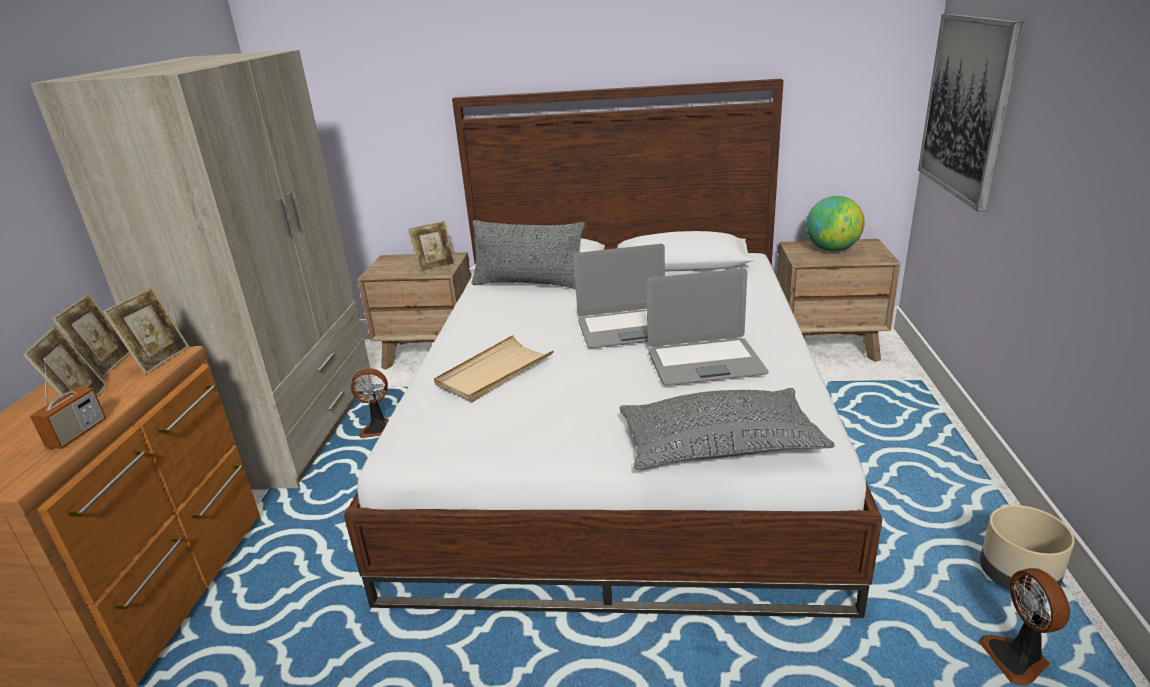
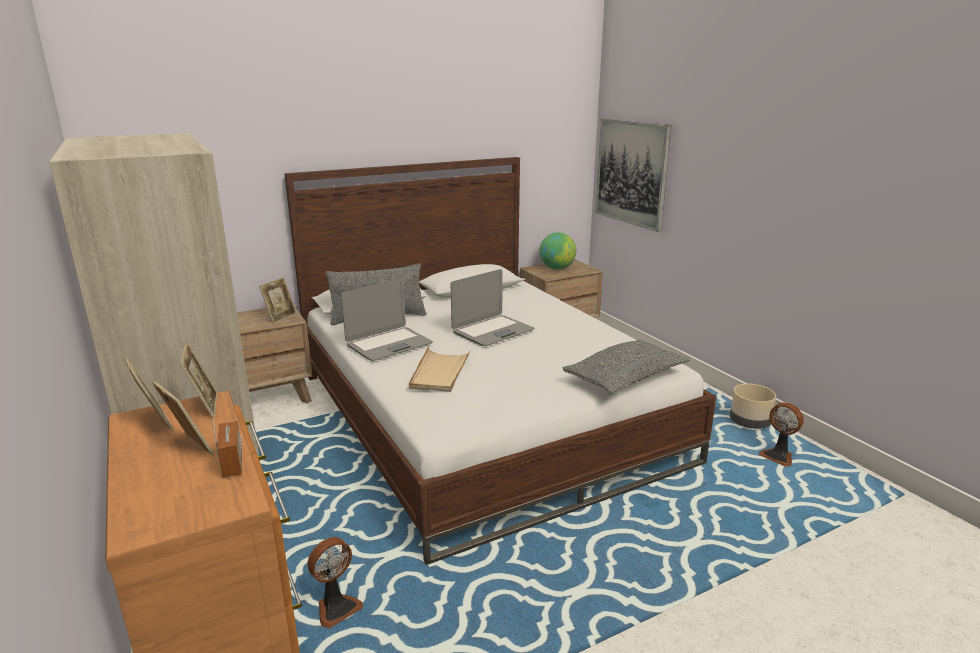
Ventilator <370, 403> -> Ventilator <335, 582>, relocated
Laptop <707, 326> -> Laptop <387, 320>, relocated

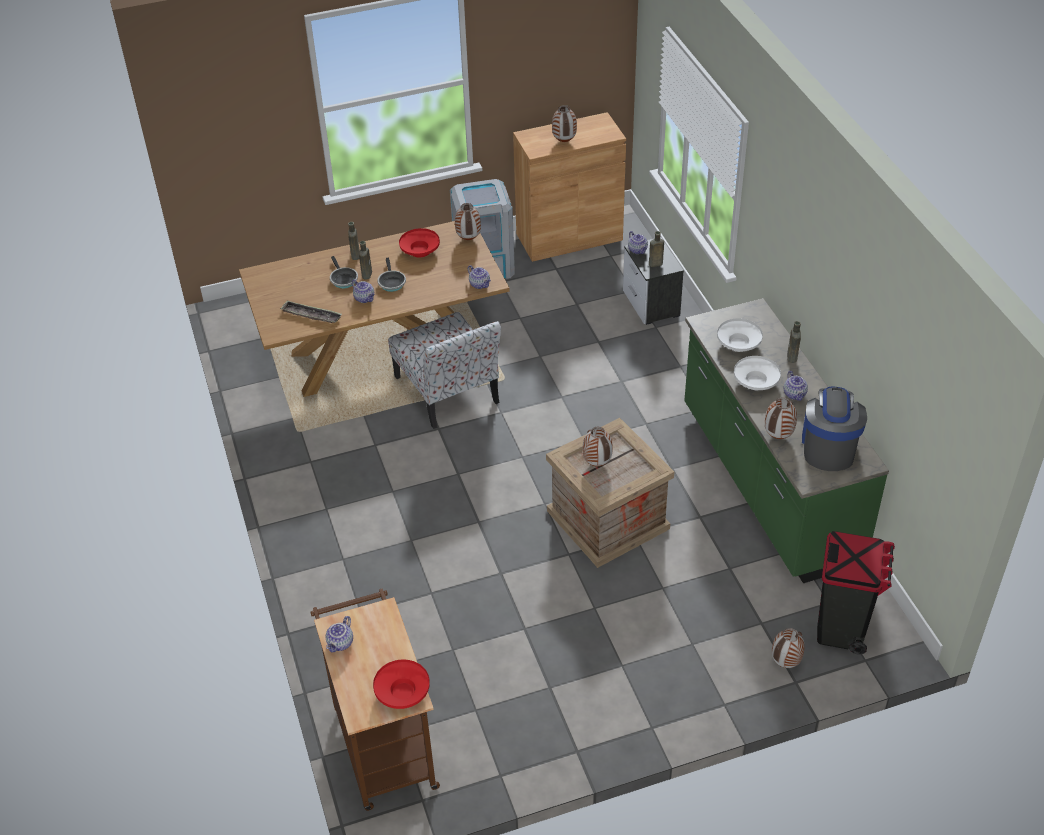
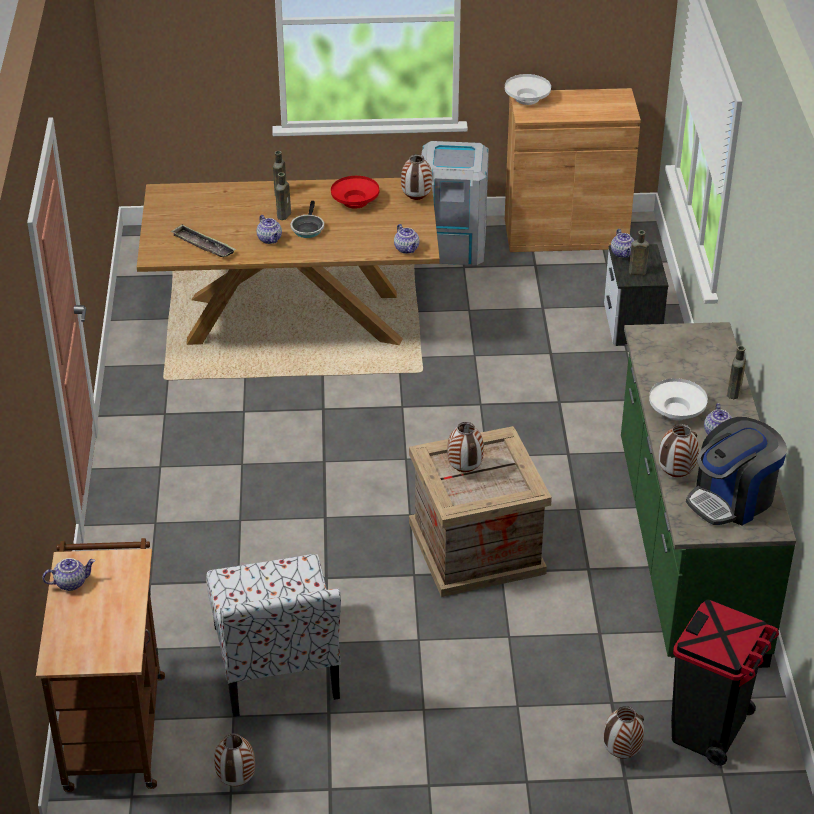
Pfanne <344, 272> -> none
Schüssel/rot <401, 684> -> none
Stuhl <444, 370> -> Stuhl <273, 635>, relocated
Vase <564, 123> -> Vase <234, 759>, relocated
Schüssel/weiß <740, 335> -> Schüssel/weiß <528, 89>, relocated
Teekanne <339, 634> -> Teekanne <68, 574>, 150 degrees counterclockwise
Kaffeemaschine <834, 429> -> Kaffeemaschine <736, 471>, 150 degrees counterclockwise

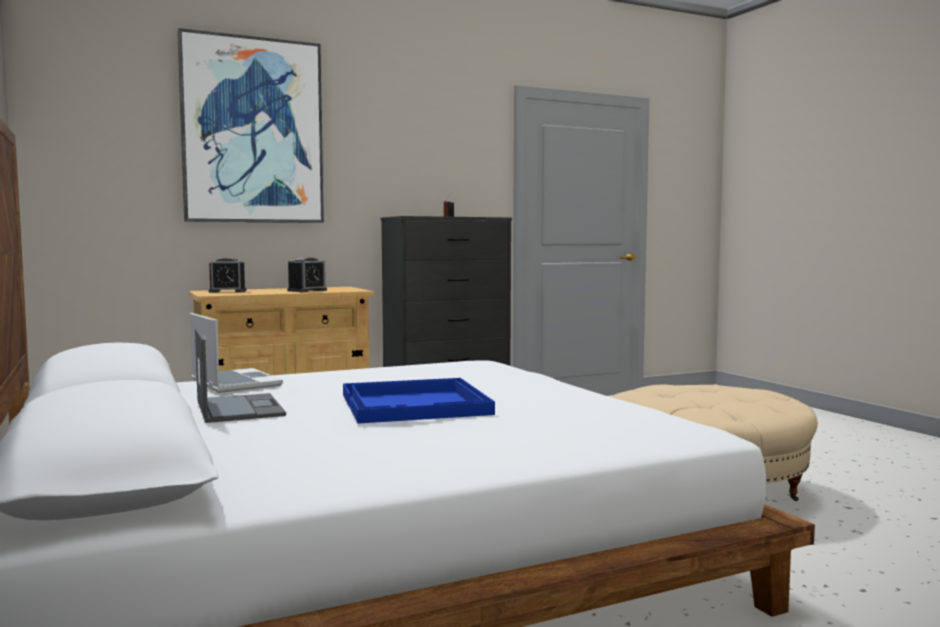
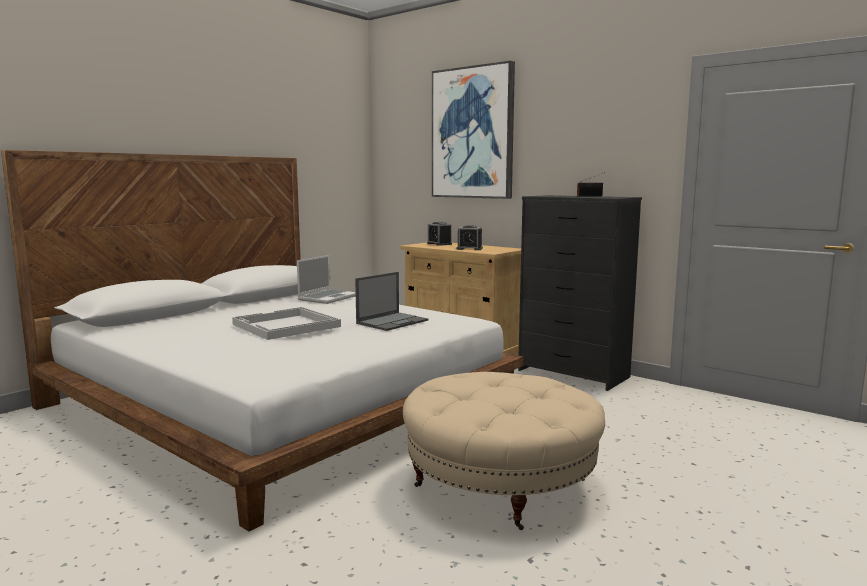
Laptop <240, 375> -> Laptop <391, 301>, relocated
Tablett/blau <419, 401> -> Tablett/weiß <286, 323>

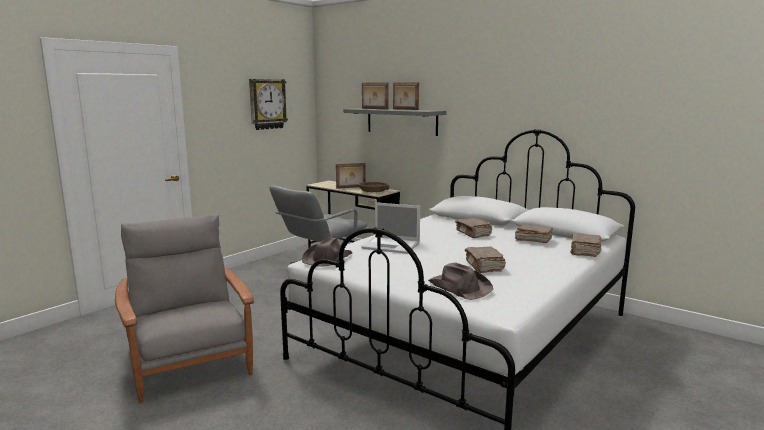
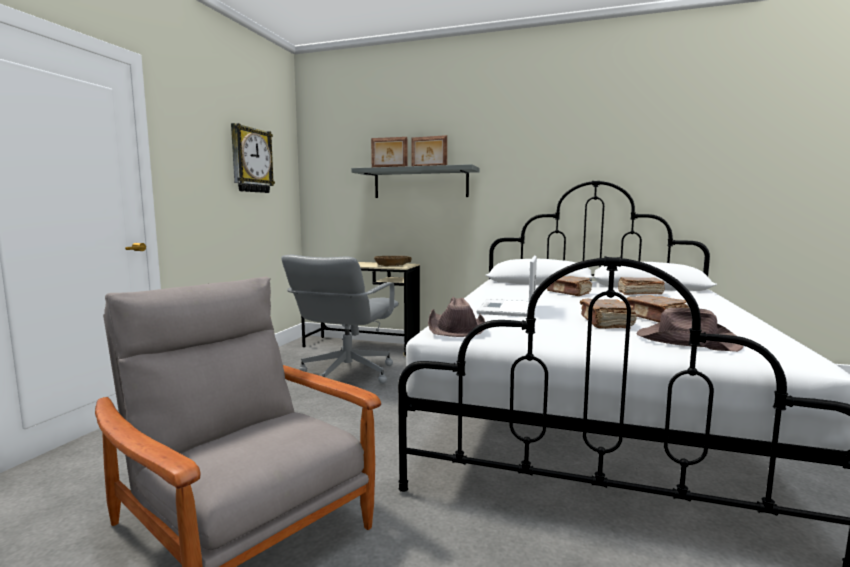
Bilderrahmen <351, 176> -> none
Buch/braun <586, 245> -> Buch/braun <608, 314>, relocated
Laptop <390, 228> -> Laptop <507, 286>, 105 degrees clockwise

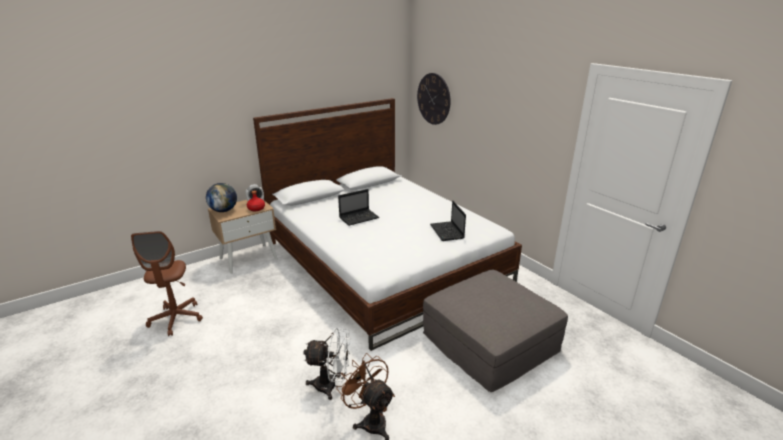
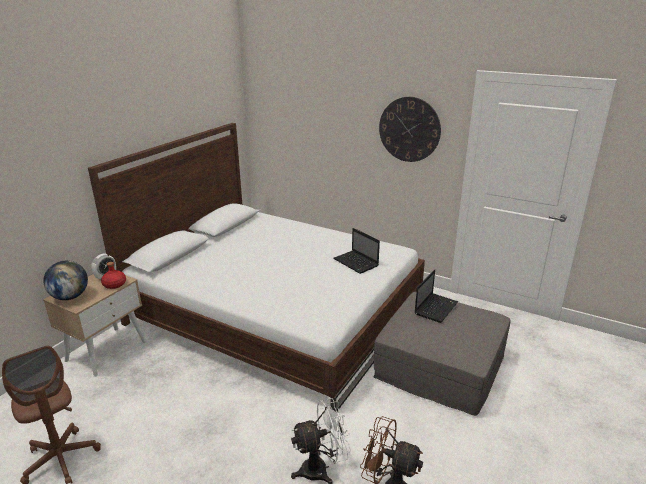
Laptop <358, 207> -> Laptop <436, 296>, relocated
Wanduhr <433, 99> -> Wanduhr <410, 129>, relocated

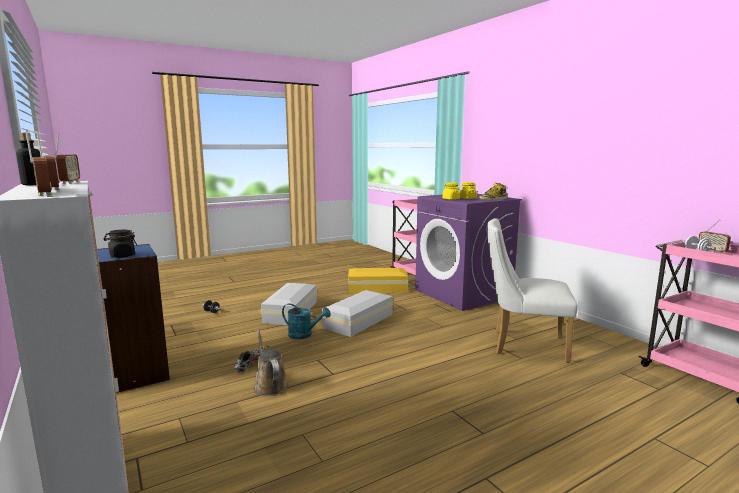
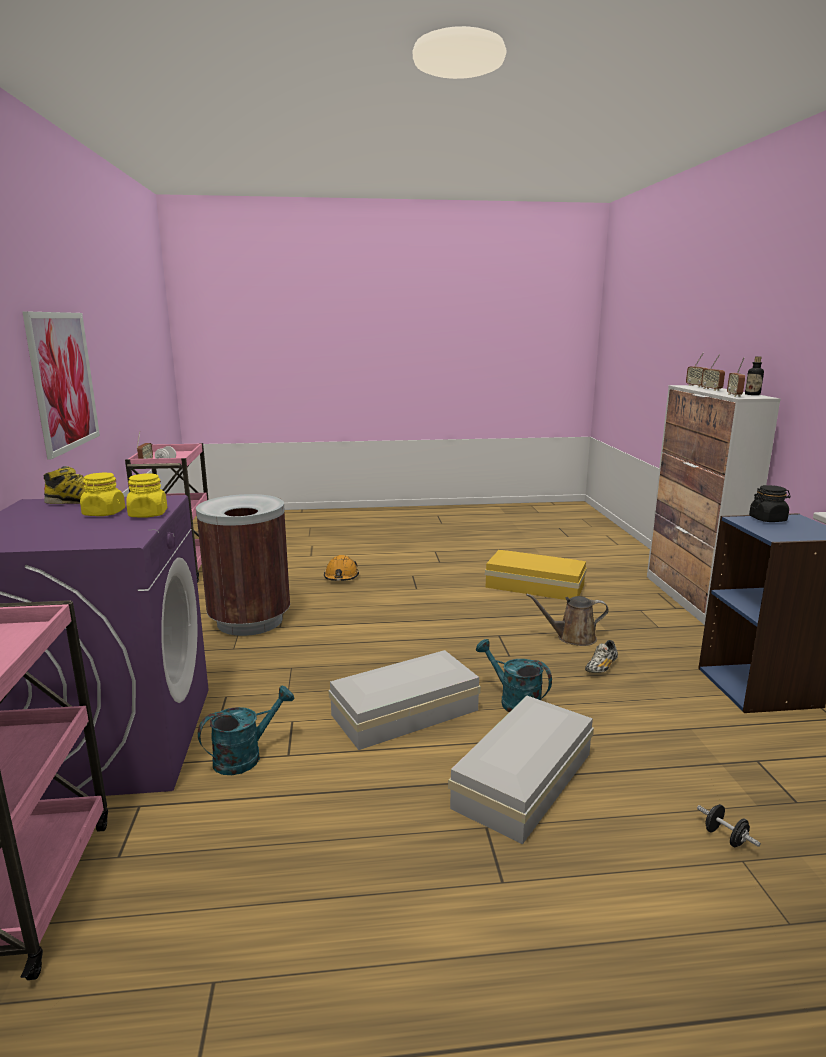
none -> Bild <61, 385>
none -> Gießkanne/türkis <246, 730>
none -> Schutzhelm/orange <341, 568>
Aufbewahrungsbox/gelb <378, 280> -> Aufbewahrungsbox/gelb <536, 575>, relocated
Stuhl/weiß <532, 290> -> Mülleimer/braun <243, 565>
Gießkanne/braun <271, 362> -> Gießkanne/braun <567, 620>, 90 degrees clockwise

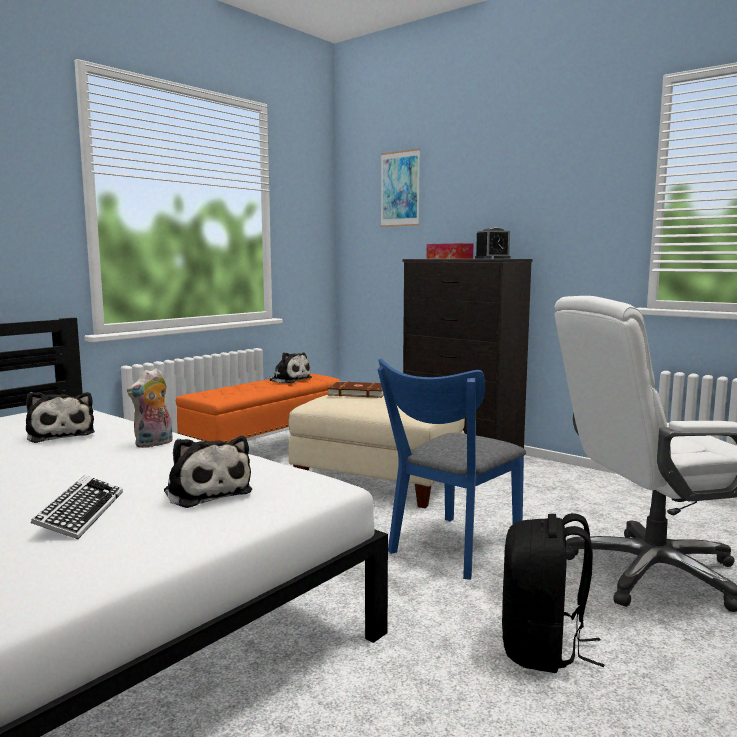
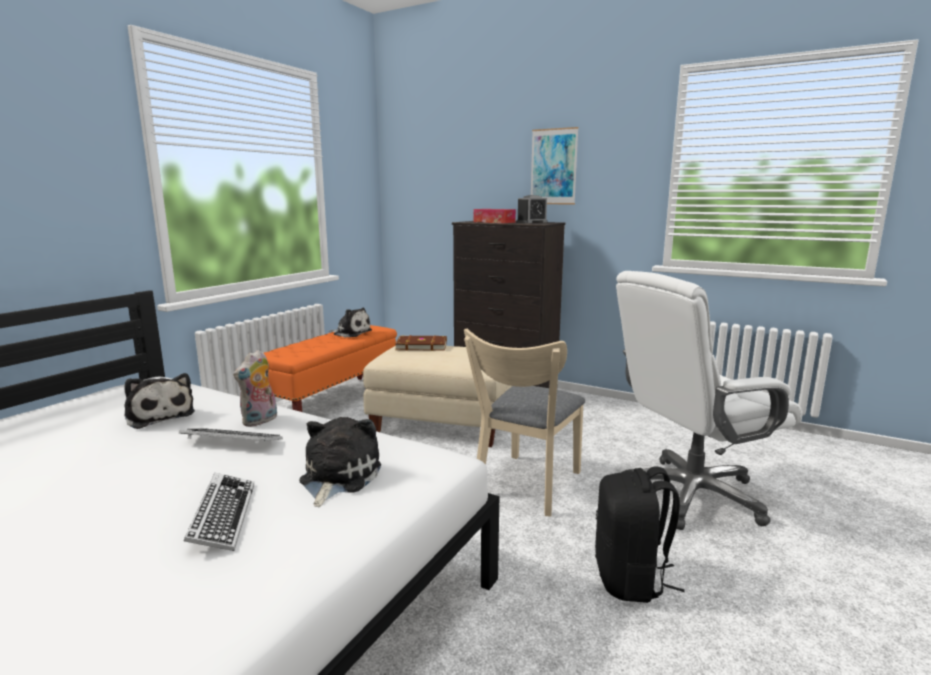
none -> Tastatur <231, 436>
Bild <400, 188> -> Bild <555, 165>, relocated
Stuhl/blau <451, 469> -> Stuhl/beige <524, 422>
Plüschtier <208, 472> -> Plüschtier <340, 462>, 120 degrees counterclockwise

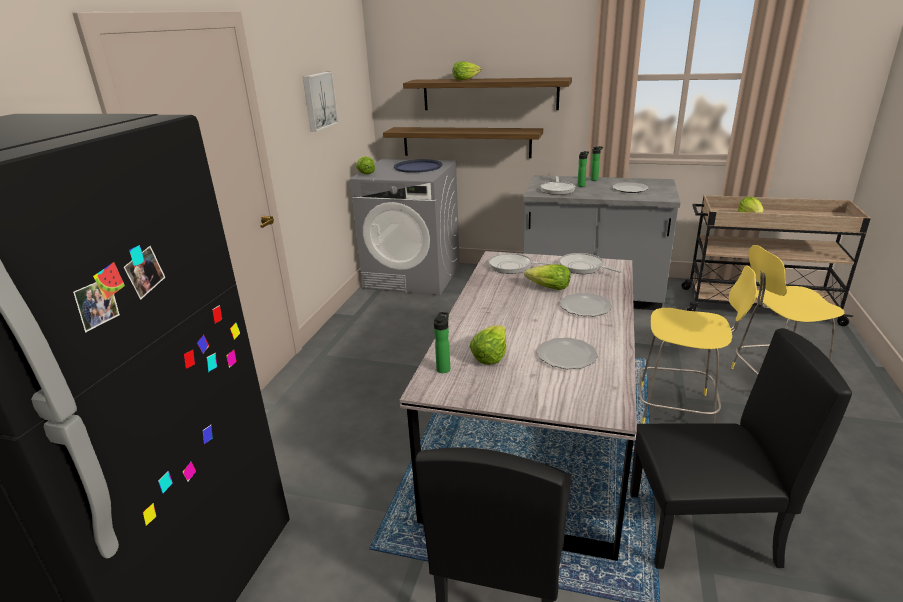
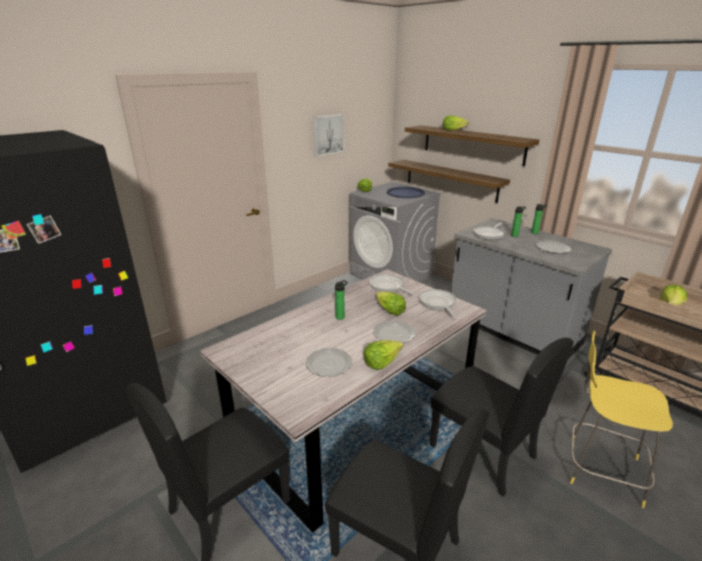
Flasche <442, 342> -> Flasche <341, 300>, relocated
Salatkopf <487, 345> -> Salatkopf <383, 355>, relocated
Hocker/gelb <698, 344> -> Stuhl/schwarz <502, 417>

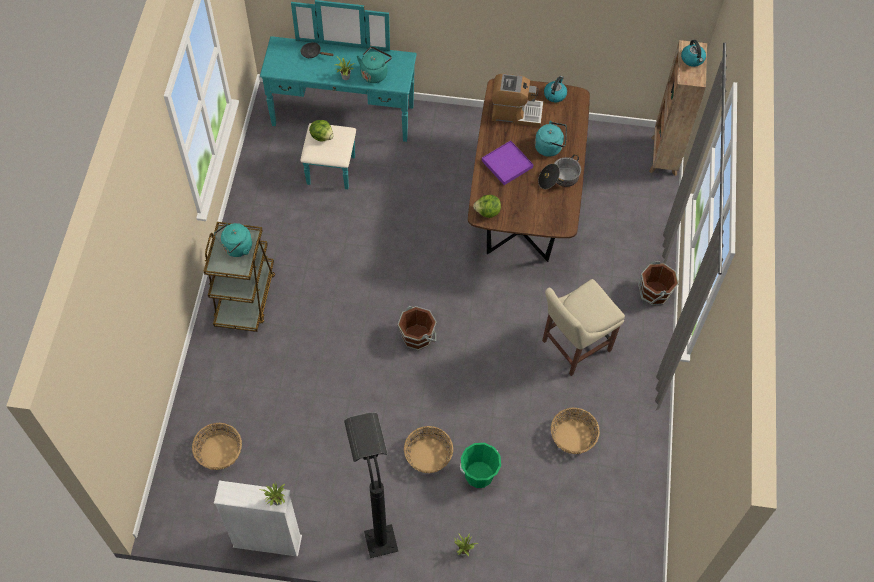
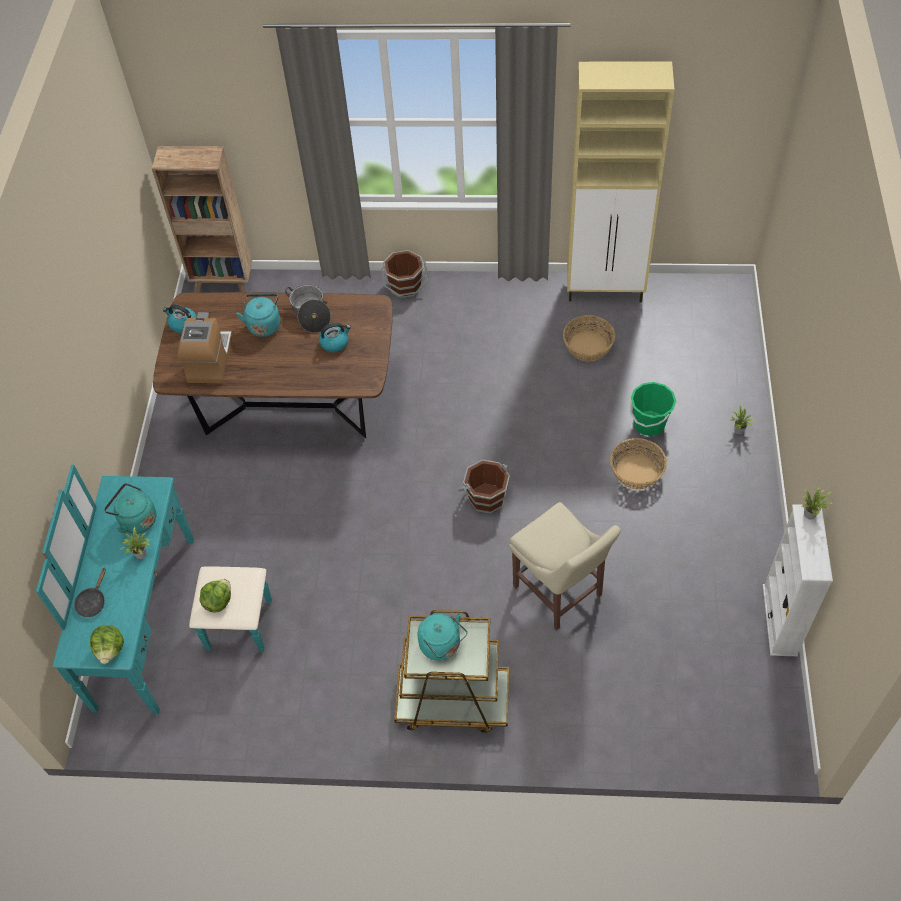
Korb <217, 446> -> none
Stehlampe/schwarz <371, 485> -> none
Tablett/lila <507, 163> -> none
none -> Schrank/beige <620, 181>
Salatkopf <487, 206> -> Salatkopf <107, 644>, relocated
Stuhl/beige <583, 327> -> Stuhl/beige <565, 566>, relocated
Wasserkessel <693, 53> -> Wasserkessel <335, 337>, relocated

